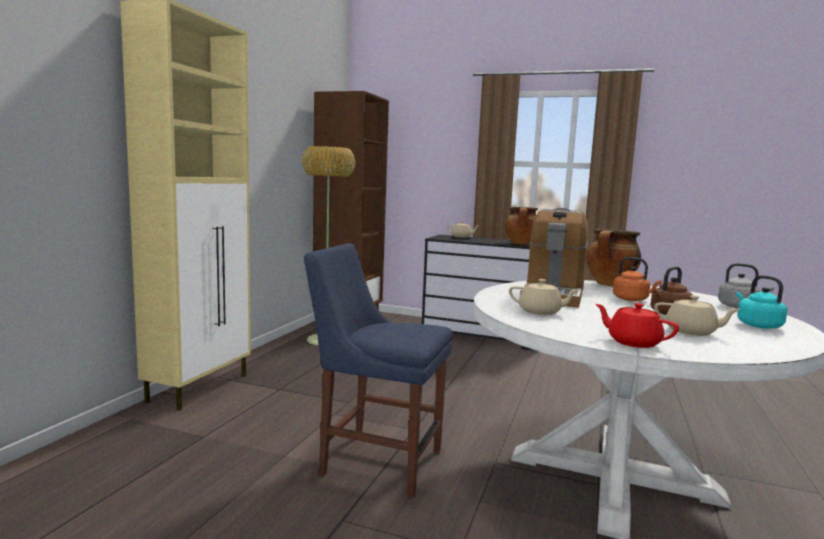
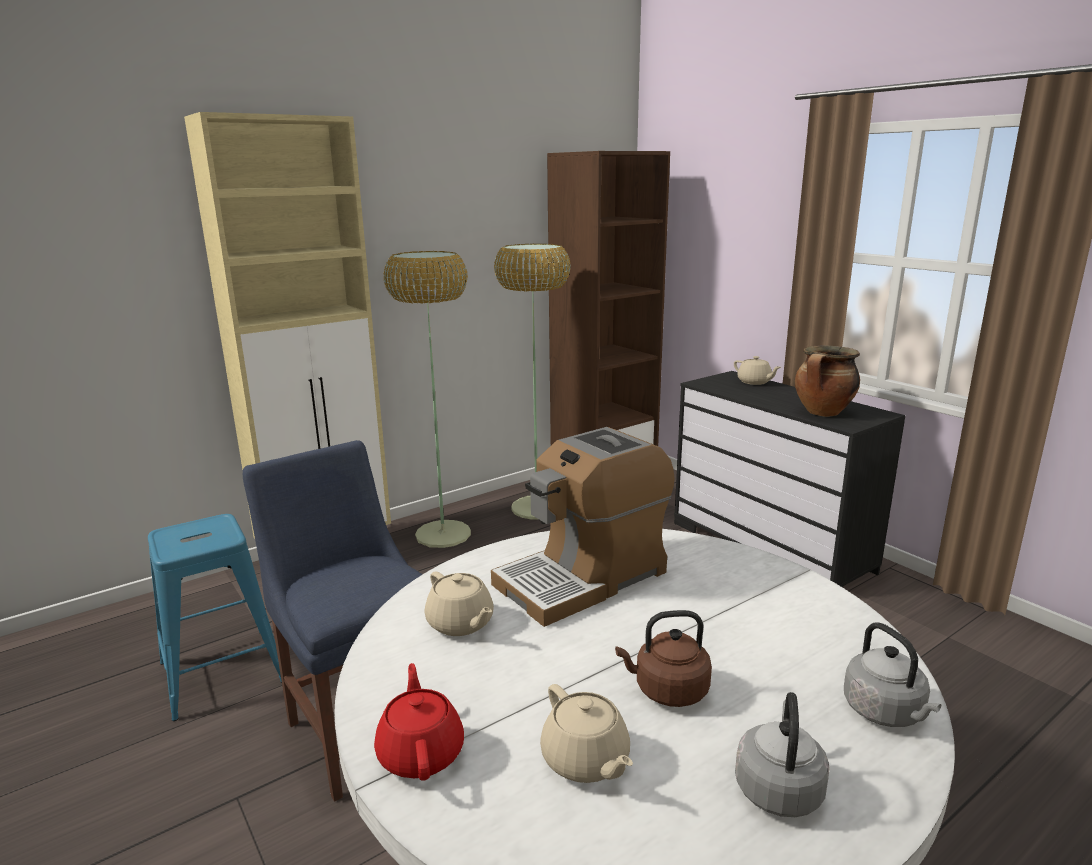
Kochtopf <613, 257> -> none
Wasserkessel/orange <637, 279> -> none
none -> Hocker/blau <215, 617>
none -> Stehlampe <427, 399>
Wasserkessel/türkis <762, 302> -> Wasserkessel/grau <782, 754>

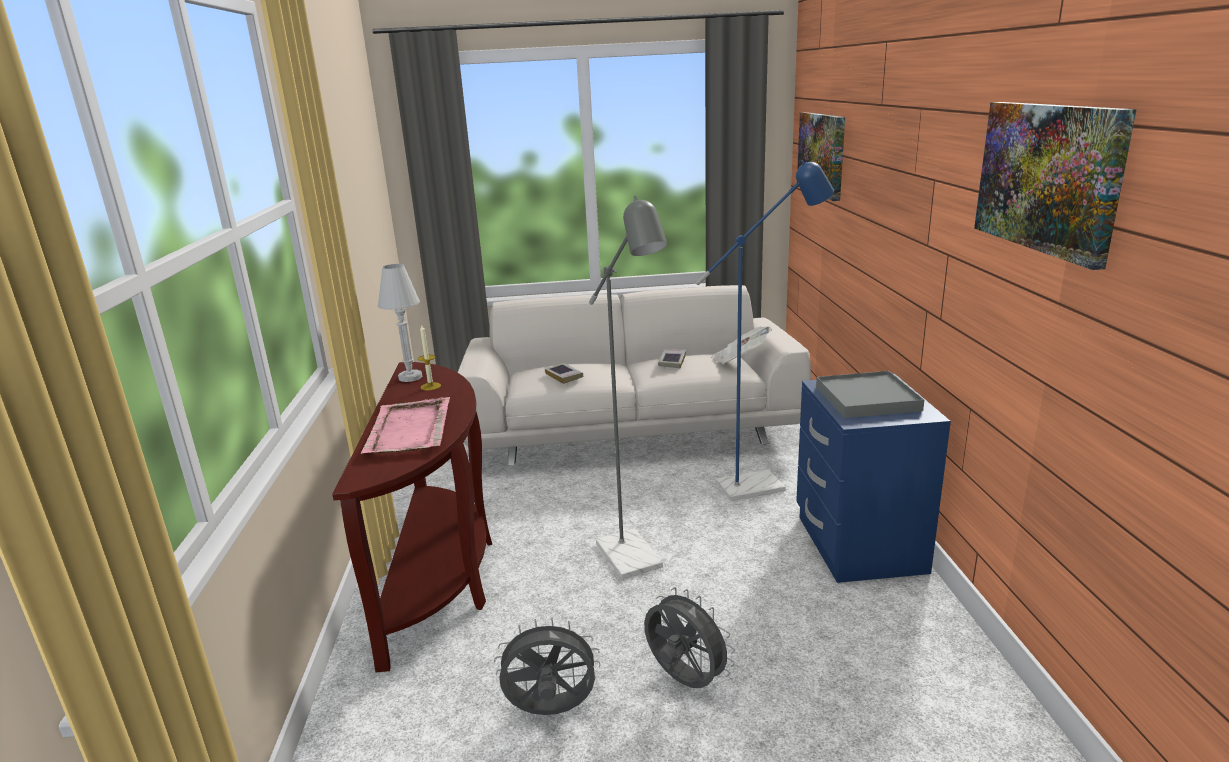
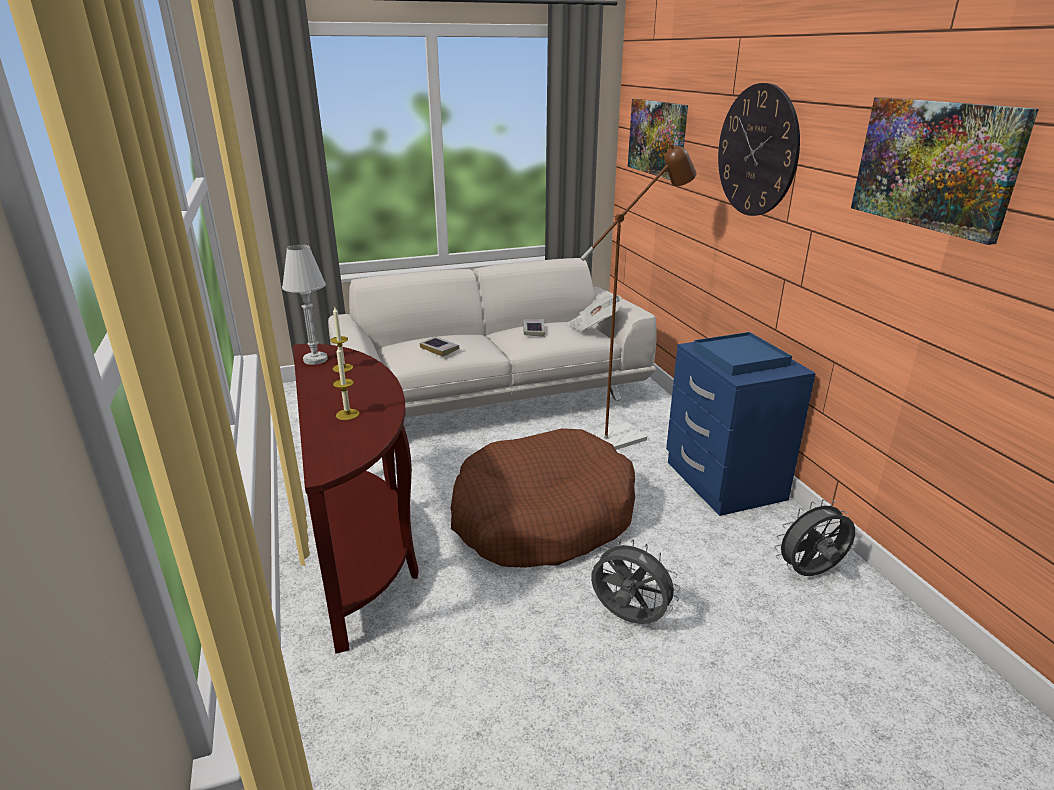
none -> Wanduhr <759, 149>
Ventilator/grau <547, 666> -> Ventilator/grau <814, 537>, relocated
Tablett/rosa <405, 425> -> Kerze <346, 382>
Stehlampe/grau <628, 387> -> Hundebett/braun <543, 498>
Stehlampe/blau <764, 330> -> Stehlampe/braun <639, 297>
Tablett/grau <870, 394> -> Tablett/blau <742, 354>

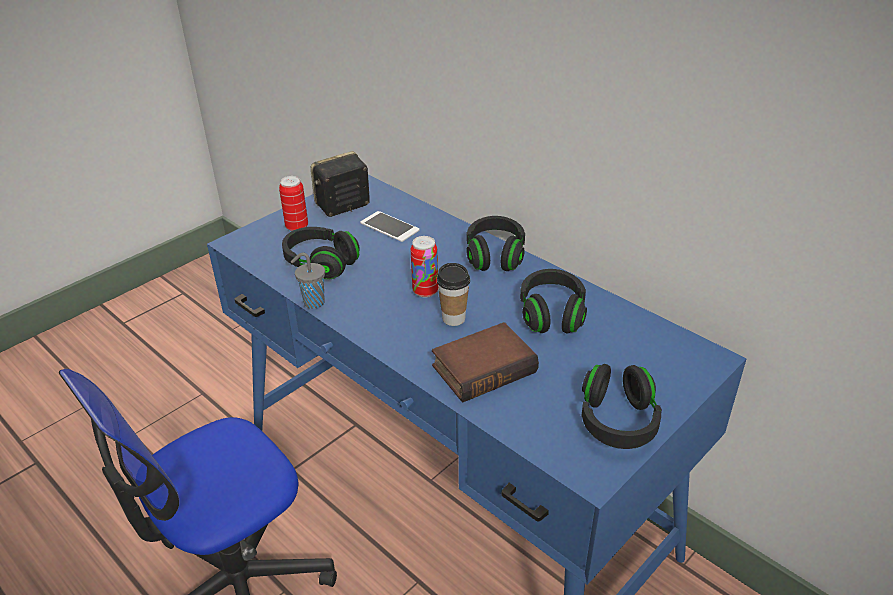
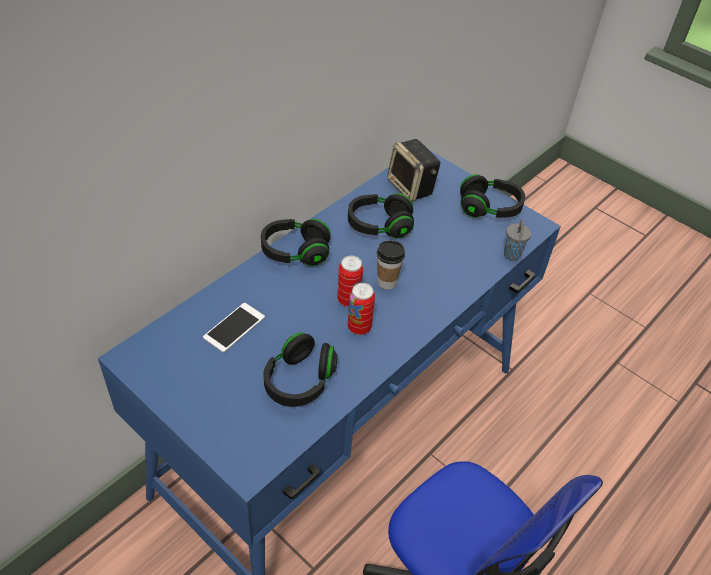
Buch <485, 362> -> none
Dose <293, 203> -> Dose <361, 309>, relocated
Tasse/grau <308, 280> -> Tasse/grau <517, 240>, relocated
Lautsprecher <340, 184> -> Lautsprecher <413, 170>, relocated

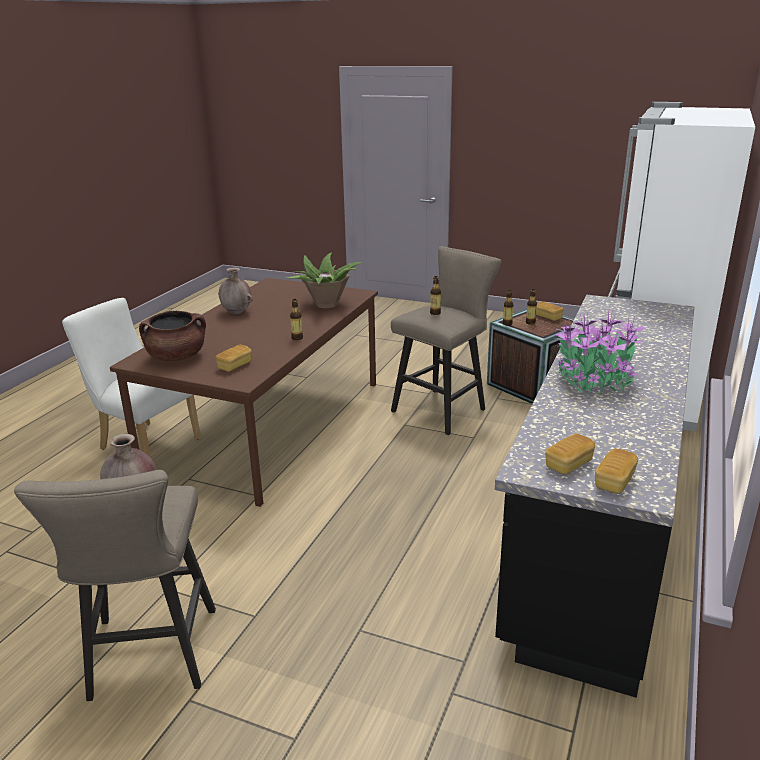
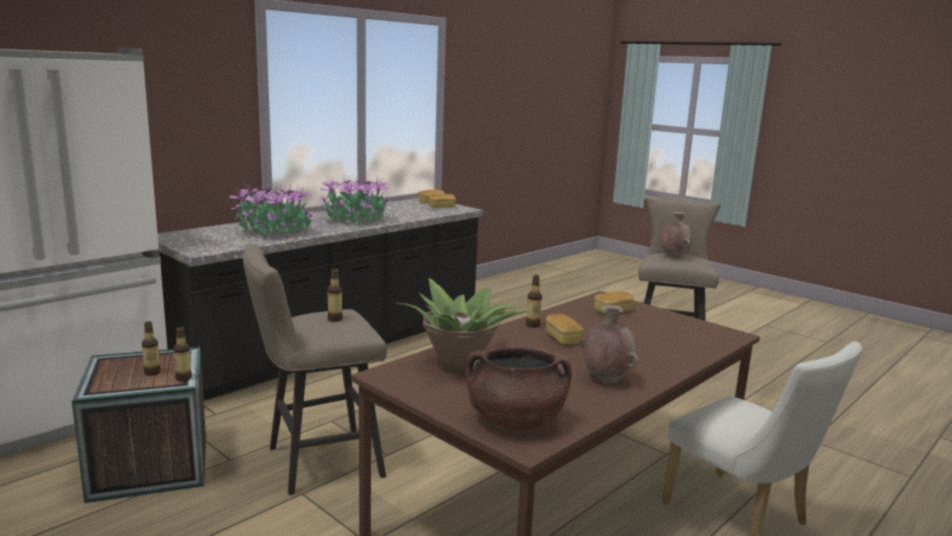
none -> Topfpflanze <272, 209>
Kochtopf/braun <172, 336> -> Kochtopf/braun <518, 388>, relocated
Brot <550, 311> -> Brot <564, 329>, relocated

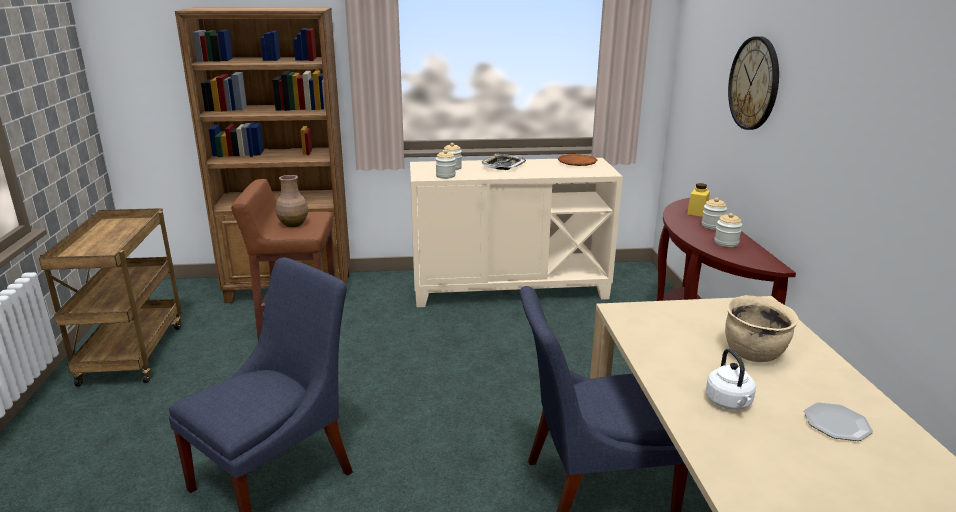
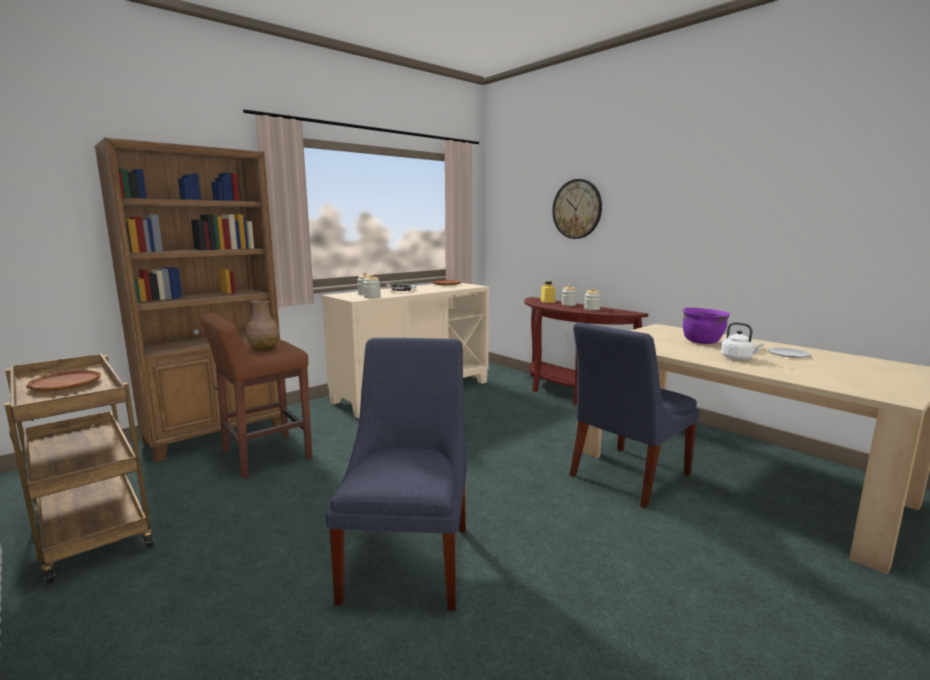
none -> Teller/braun <63, 381>
Kochtopf/beige <762, 328> -> Kochtopf/lila <706, 326>

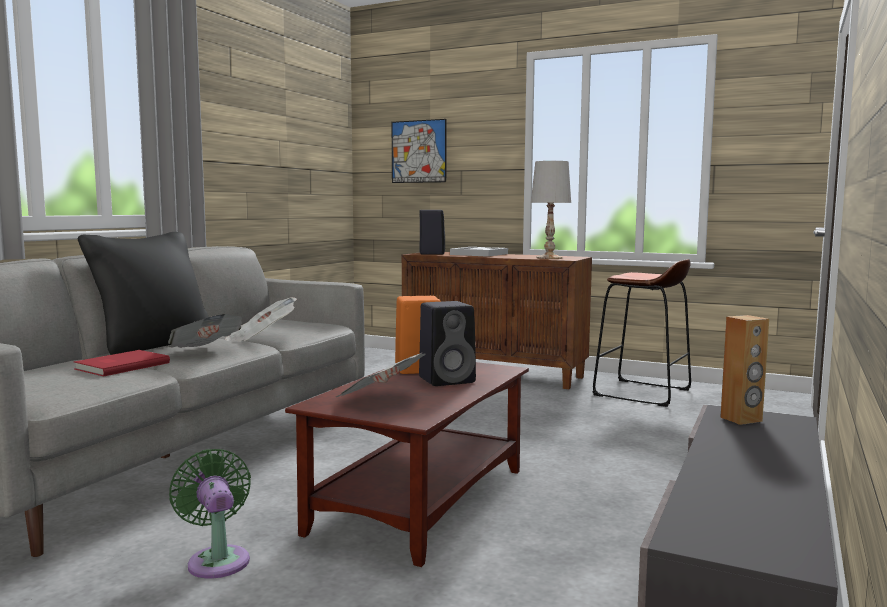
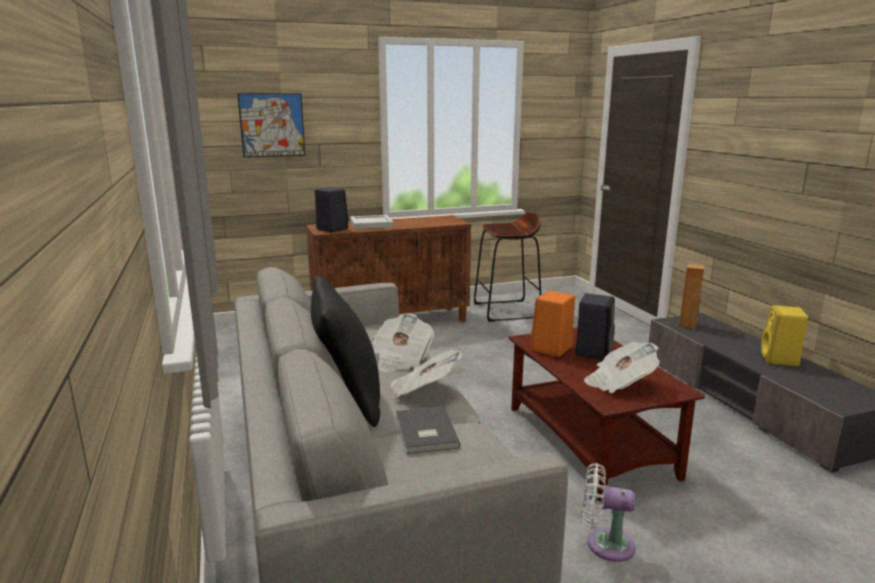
Tischlampe/weiß <551, 210> -> none
none -> Lautsprecher/gelb <784, 335>
Buch/rot <122, 363> -> Buch/grau <428, 430>
Ventilator/grün <210, 514> -> Ventilator/weiß <609, 512>

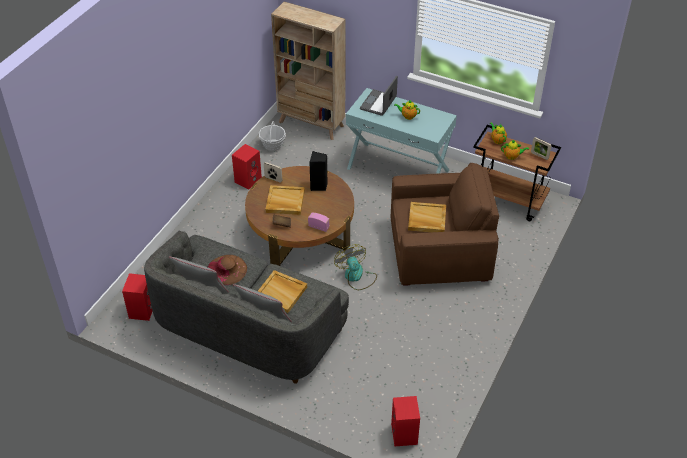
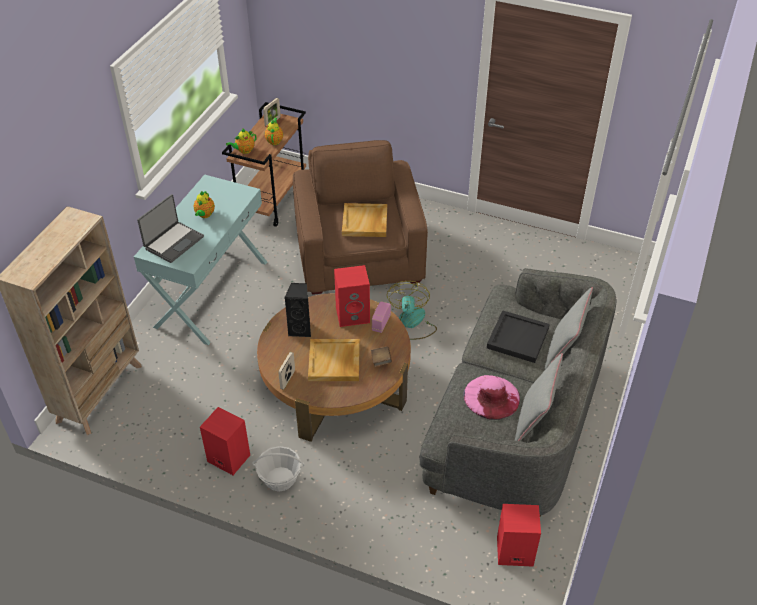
Korb <272, 136> -> Korb <278, 469>, relocated
Lautsprecher/rot <405, 421> -> Lautsprecher/rot <352, 296>, relocated
Hut/braun <227, 270> -> Hut/rosa <491, 397>
Tablett/beige <282, 291> -> Tablett/schwarz <518, 336>
Ventilator <355, 267> -> Ventilator <412, 310>, 120 degrees clockwise
Laptop <379, 96> -> Laptop <170, 228>, 75 degrees counterclockwise

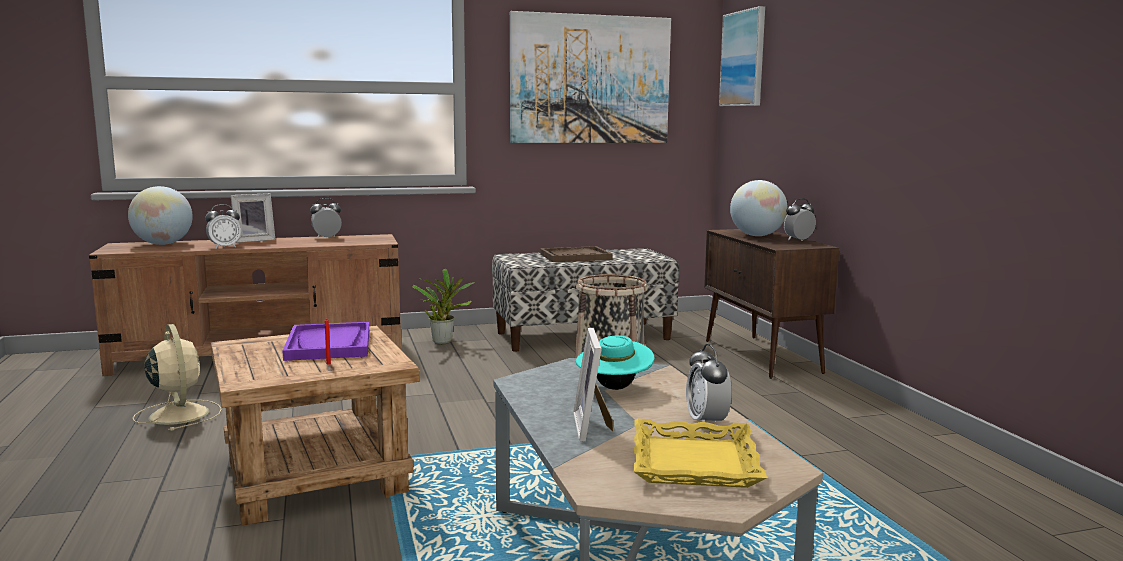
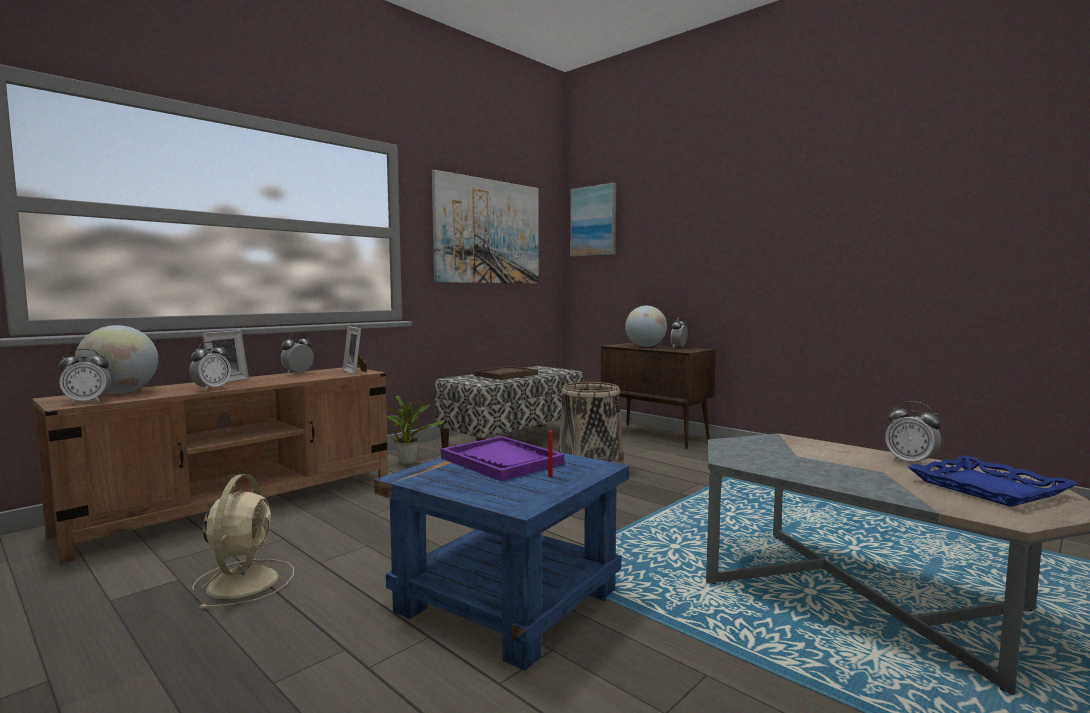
Hut/türkis <615, 363> -> none
none -> Wecker <85, 376>
Bilderrahmen <593, 385> -> Bilderrahmen <355, 350>, relocated
Beistelltisch/braun <315, 426> -> Beistelltisch/blau <501, 561>
Tablett/gelb <700, 453> -> Tablett/blau <993, 481>
Ventilator/beige <177, 377> -> Ventilator/beige <243, 541>, 60 degrees clockwise

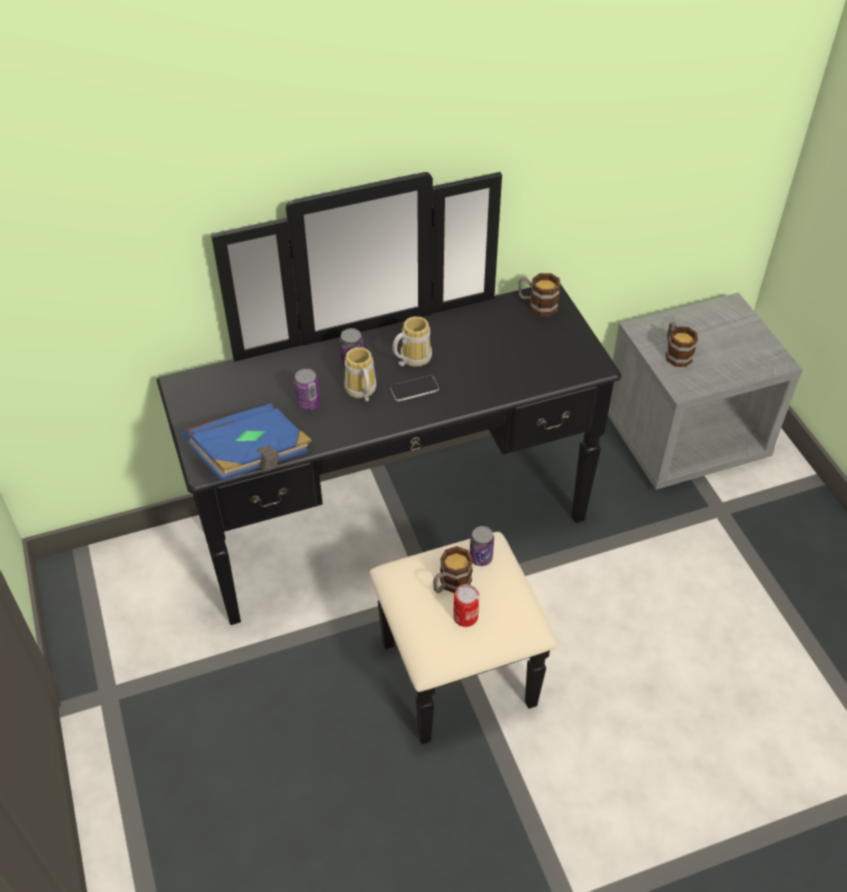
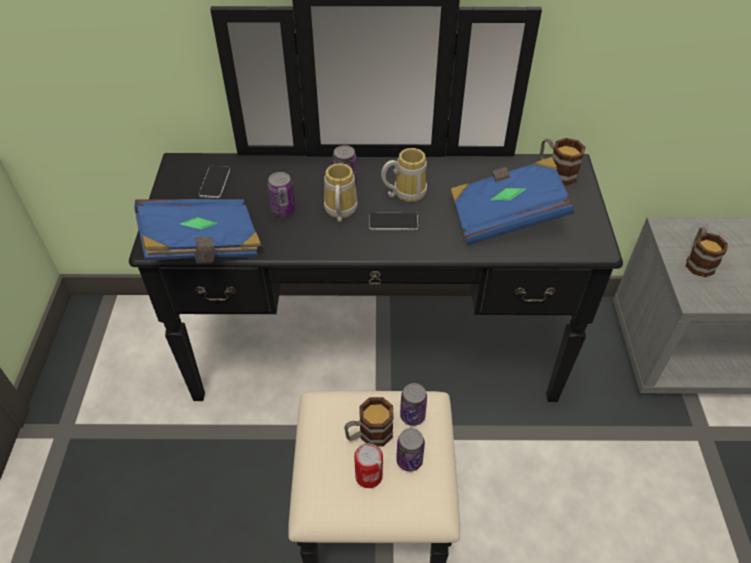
none -> Handy <214, 182>
none -> Dose <410, 450>
none -> Buch/blau <512, 201>

